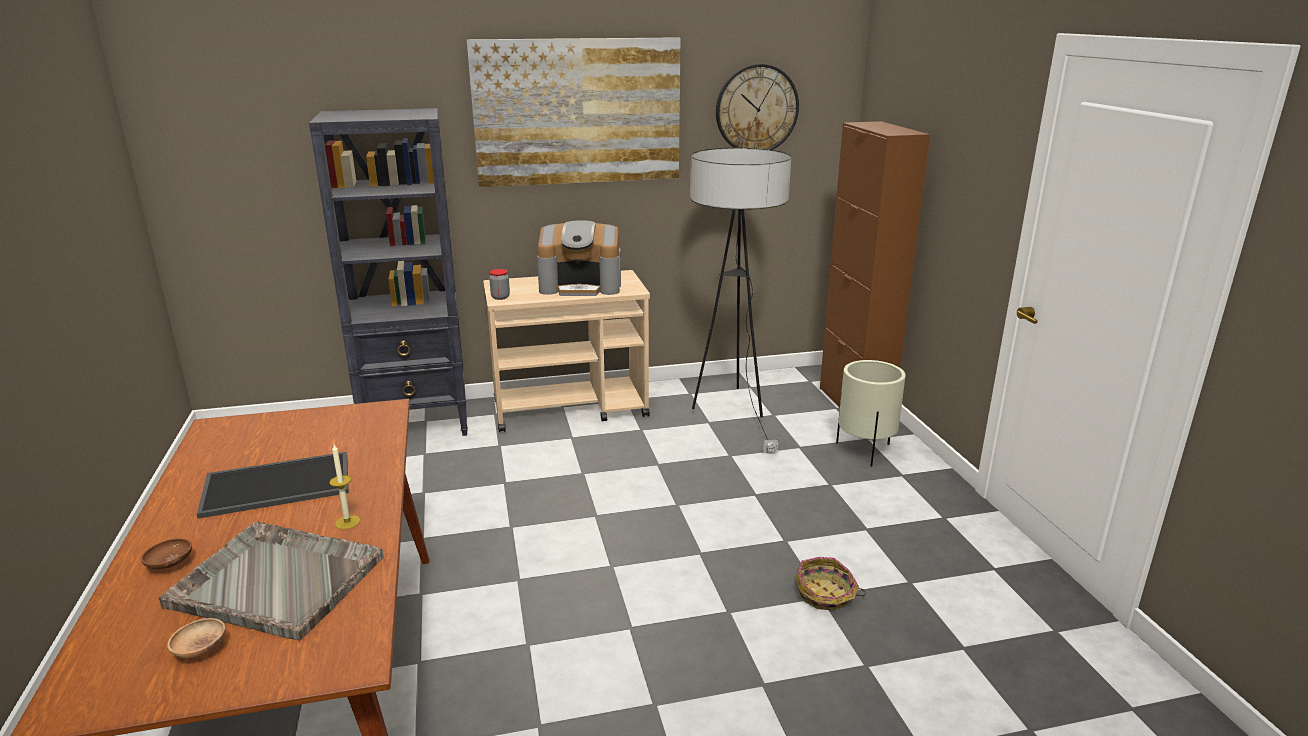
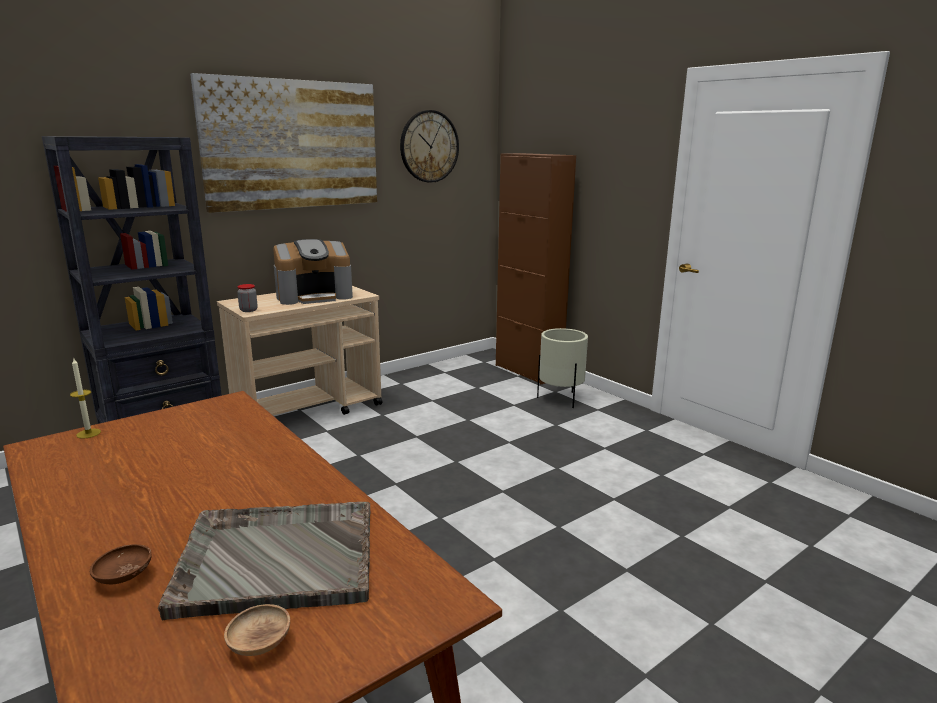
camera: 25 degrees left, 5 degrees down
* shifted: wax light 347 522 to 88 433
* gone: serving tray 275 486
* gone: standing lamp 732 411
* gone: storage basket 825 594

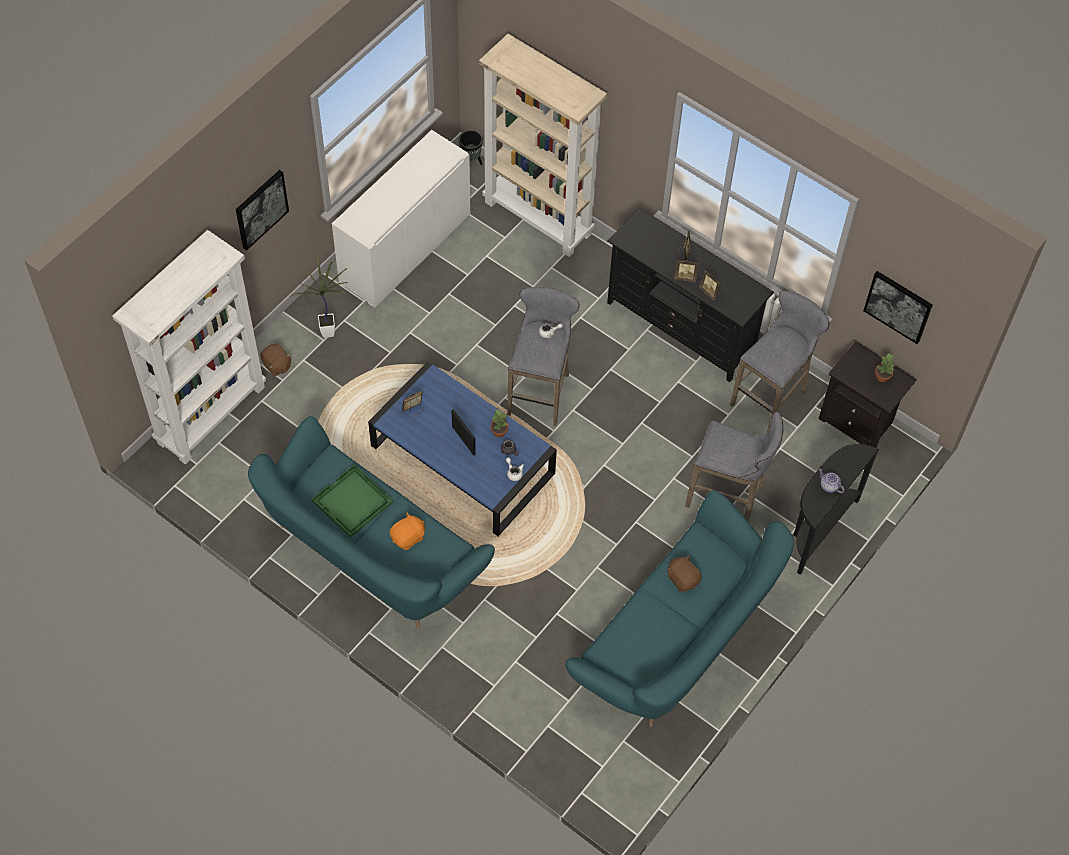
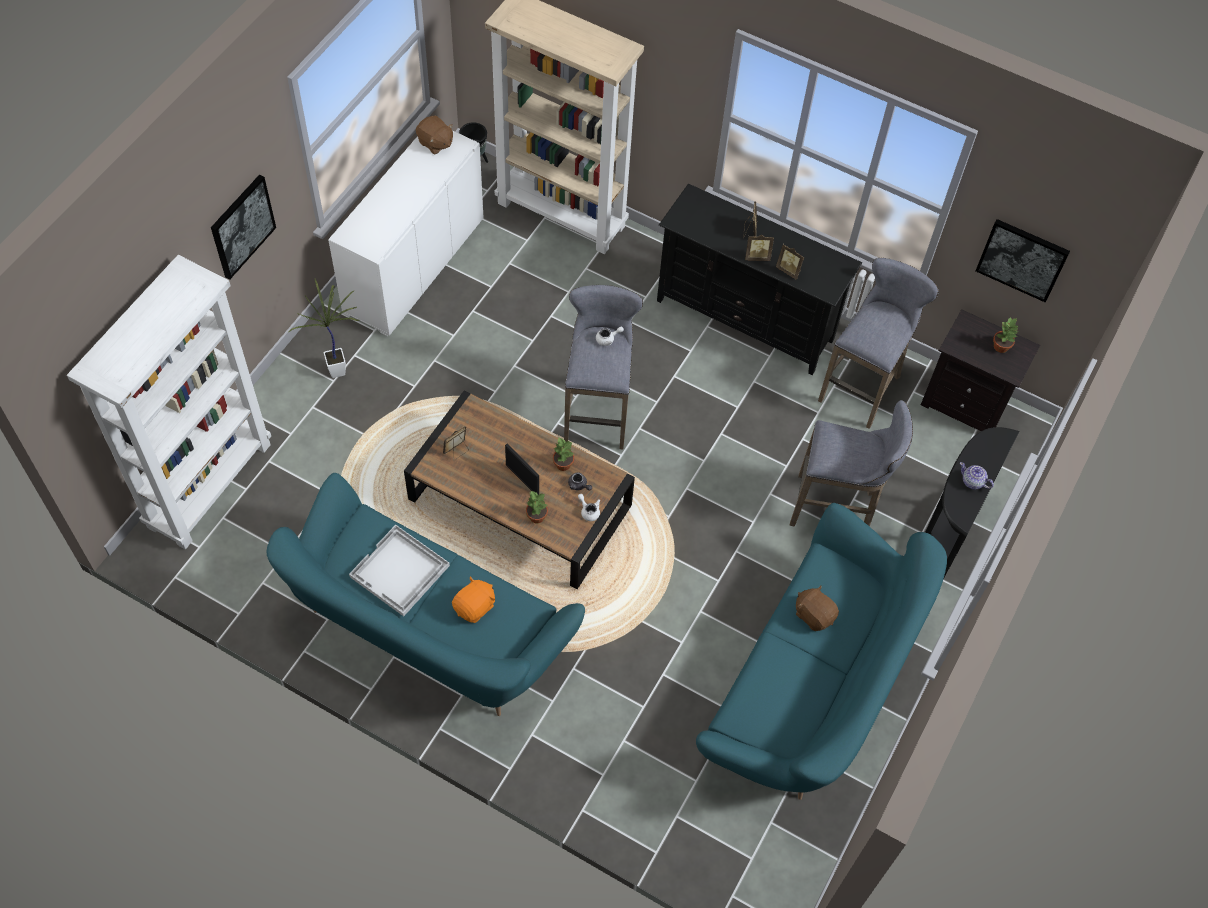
camera: 10 degrees left, 0 degrees up
* repainted: green serving tray 352 502 to white-coloured serving tray 399 572
* repainted: blue-coloured lounge table 461 460 to brown lounge table 519 502
* shifted: brown cuddly toy 276 365 to 435 143
* new: potted plant 536 516

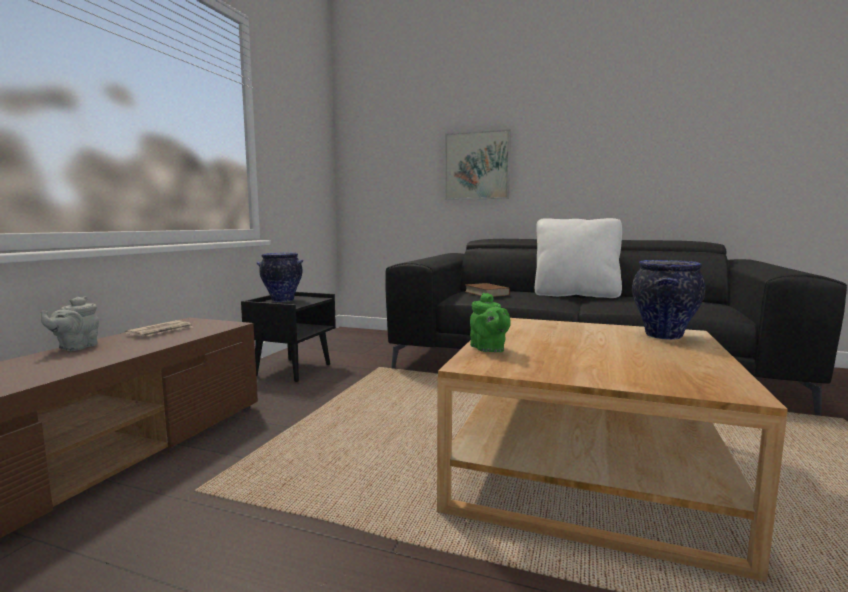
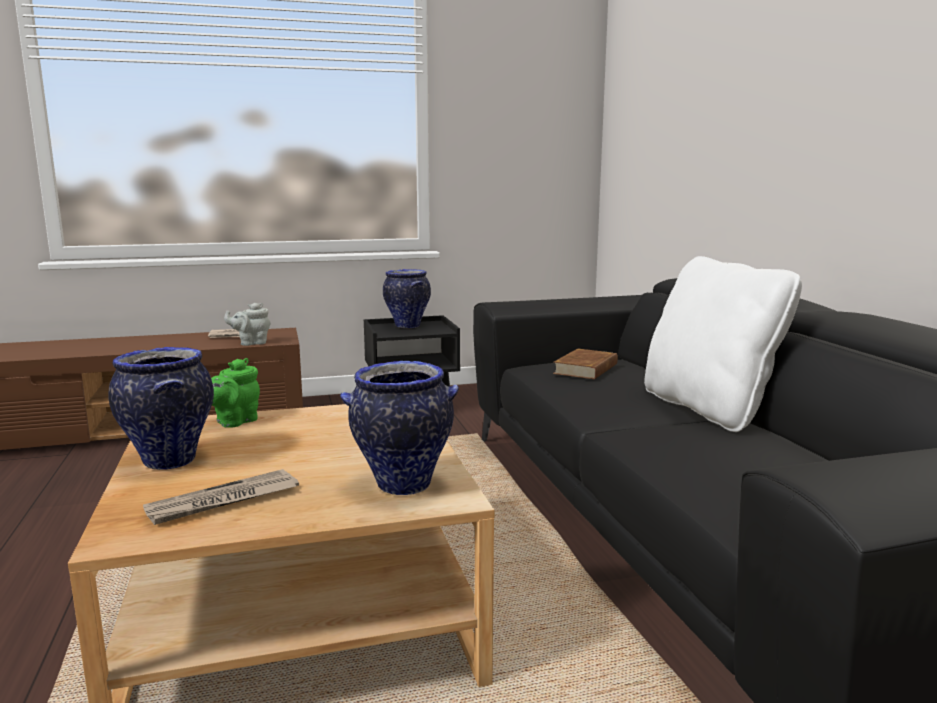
camera: 55 degrees right, 5 degrees up
* new: vase 168 461
* new: printed paper 223 501
* shifted: grey teapot 75 347 to 251 343
* gone: picture 477 166

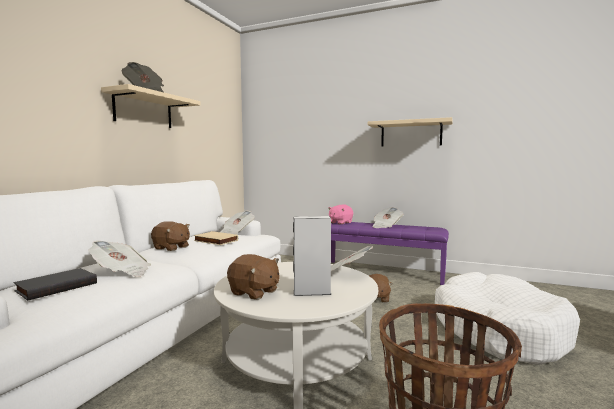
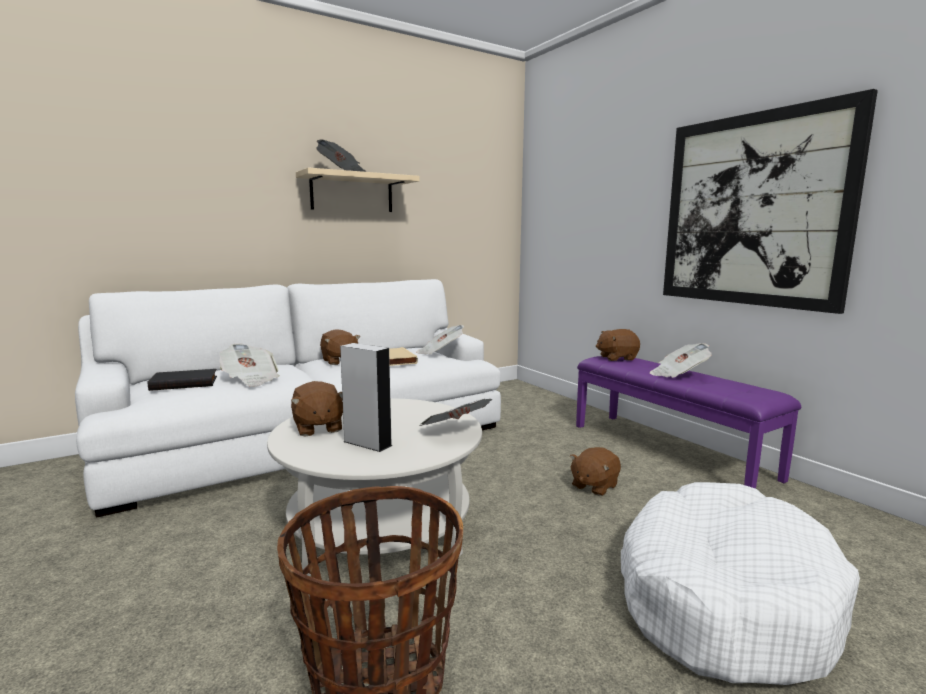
camera: 35 degrees right, 5 degrees up
* repainted: pink-coloured cuddly toy 340 222 to brown cuddly toy 617 358
* swapped: sand-coloured wall shelf 411 134 to picture 753 210

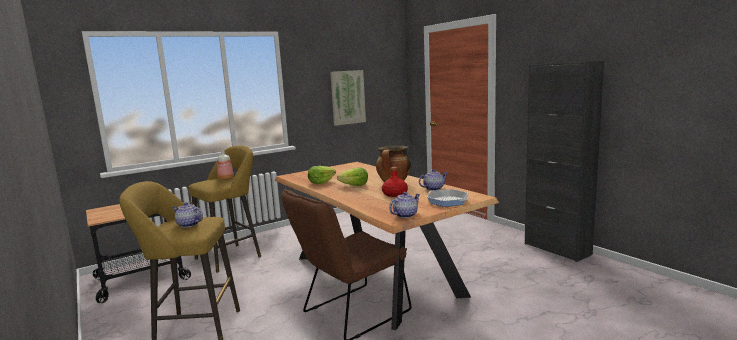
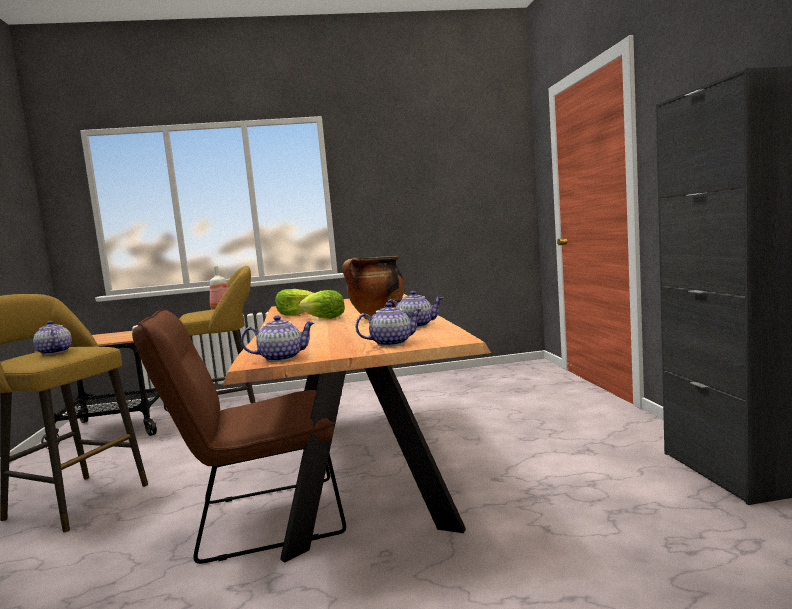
camera: 25 degrees right, 5 degrees down
* swapped: frying pan 447 201 to teapot 391 343
* gone: picture 347 97
* gone: red-coloured bottle 394 194

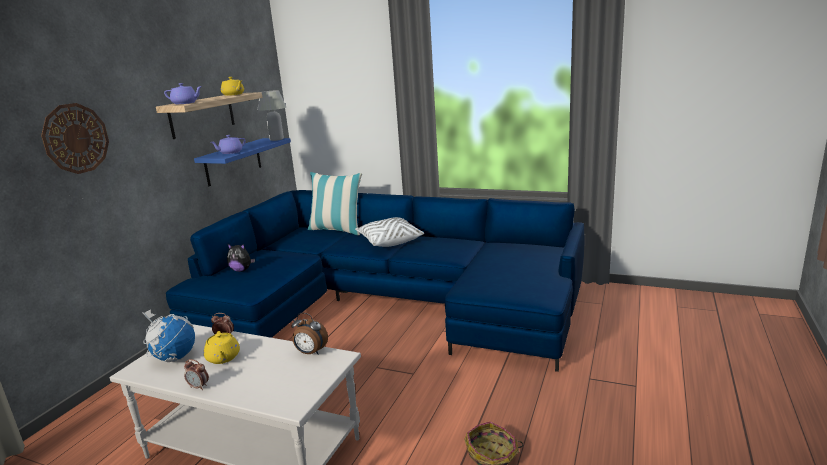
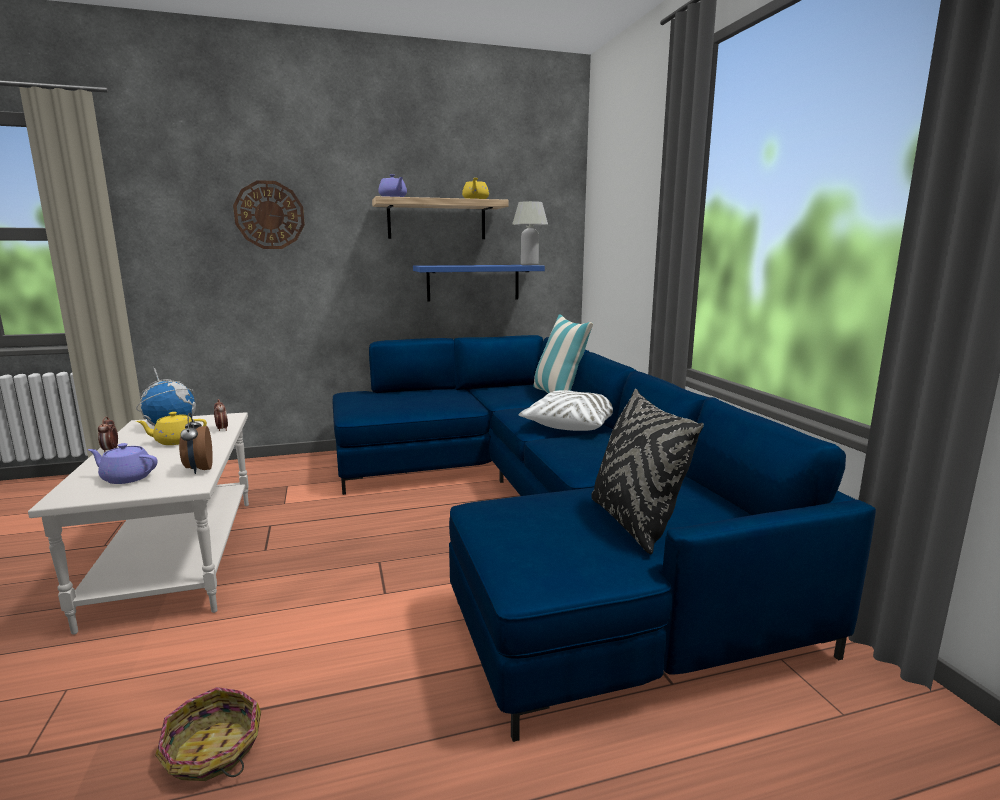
camera: 50 degrees right, 5 degrees down
* shifted: purple teapot 230 152 to 126 478
* rotated: yellow teapot 223 358 = 175 441 45 degrees clockwise
* new: blackish pillow 633 523
* gone: cuddly toy 241 270

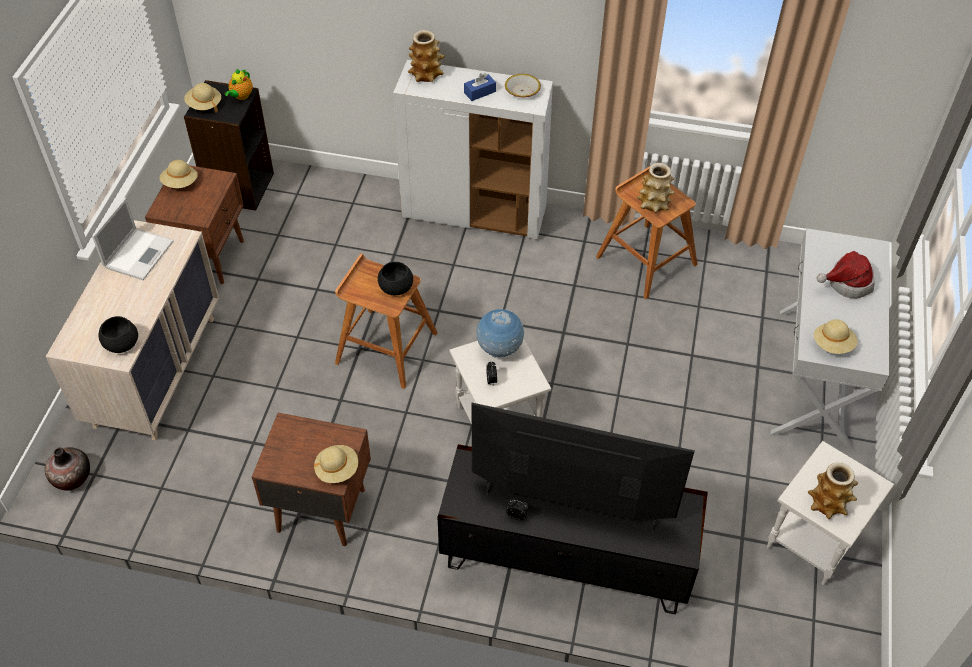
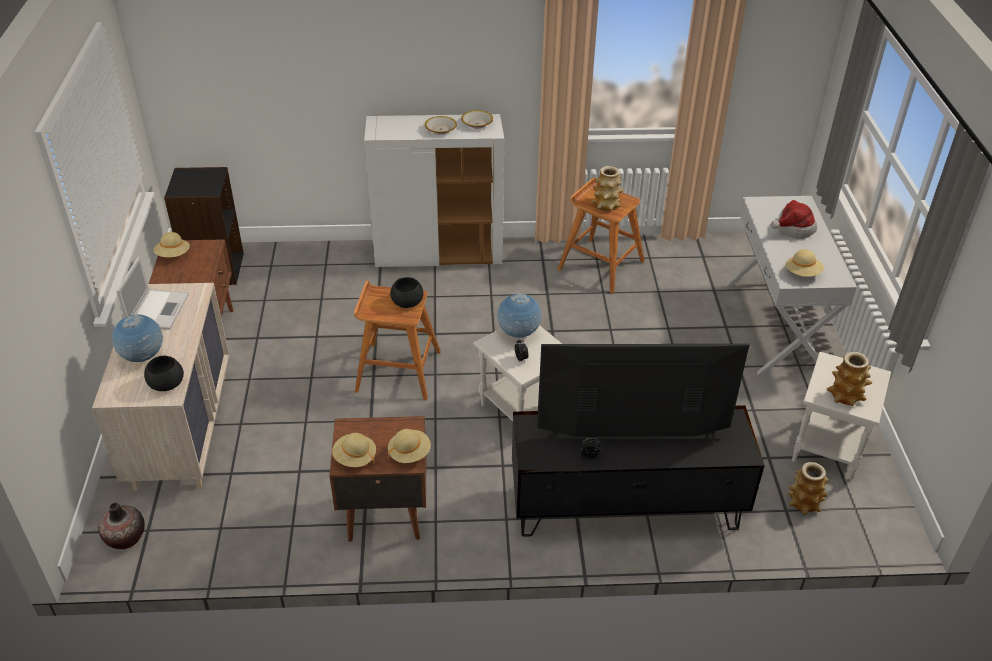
camera: 15 degrees left, 10 degrees down
* new: desk globe 143 358
* shifted: sand-coloured wearable hat 204 105 to 355 457
* swapped: blue-coloured tissue holder 479 92 to bowl 440 129
* shifted: vase 426 74 to 804 502
* gone: teapot 241 96

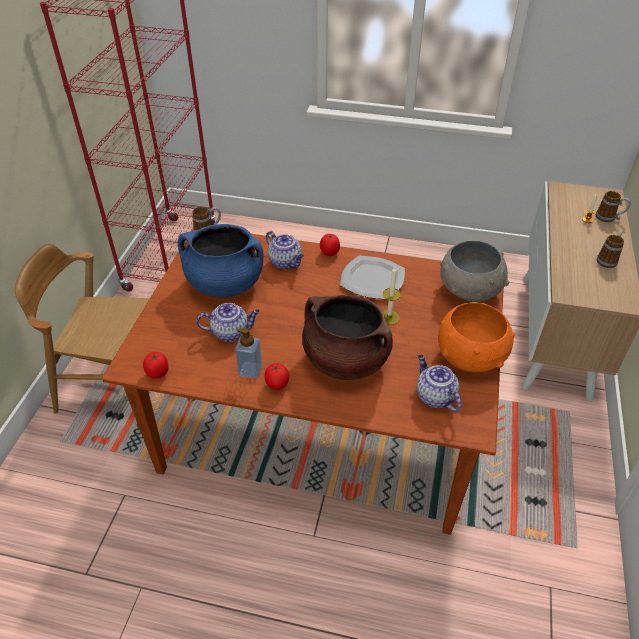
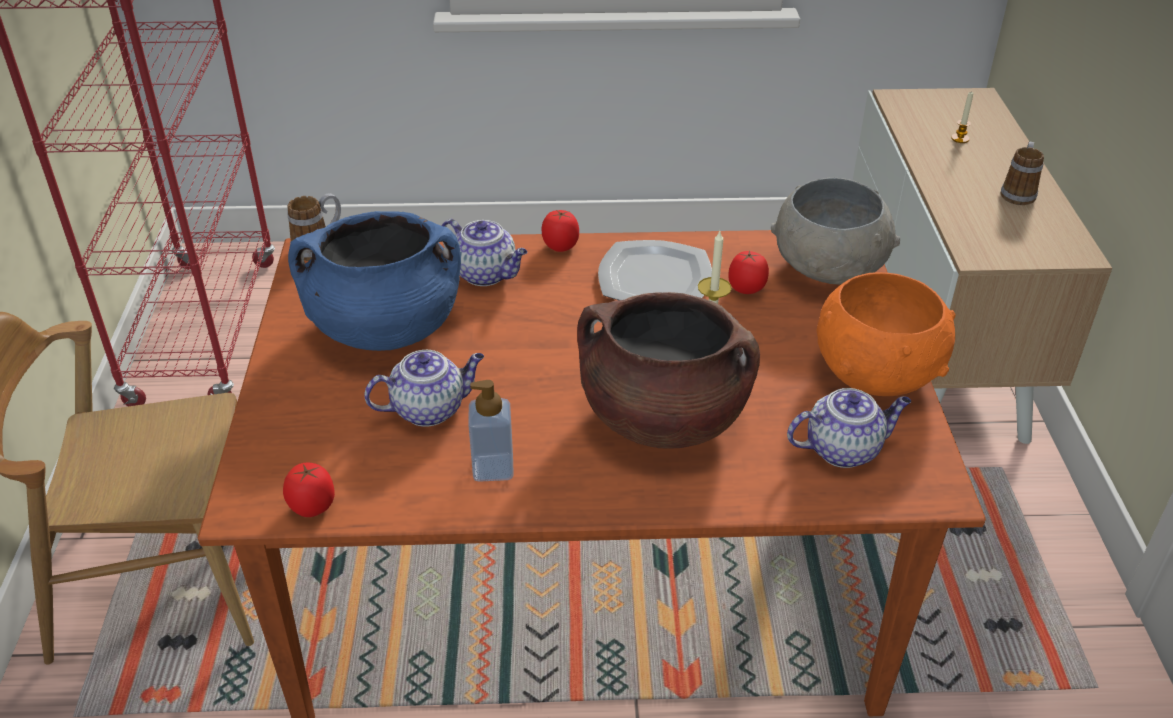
camera: 15 degrees left, 5 degrees down
* shifted: tomato 277 385 to 746 289
* rotated: teapot 434 396 = 844 449 120 degrees clockwise
* gone: mug 609 218

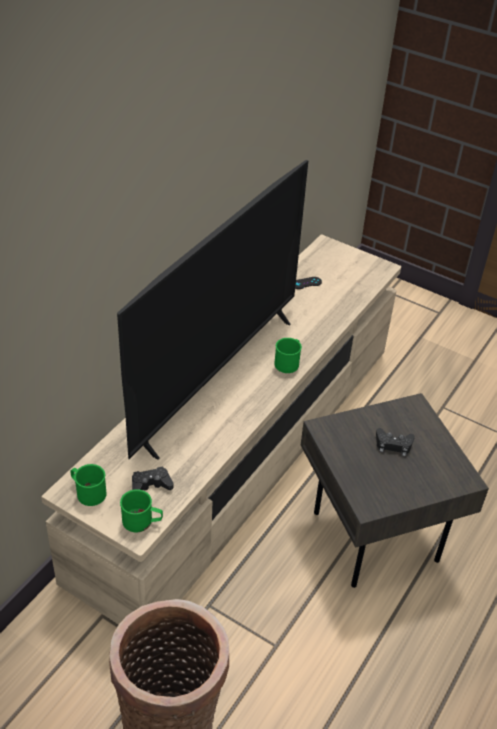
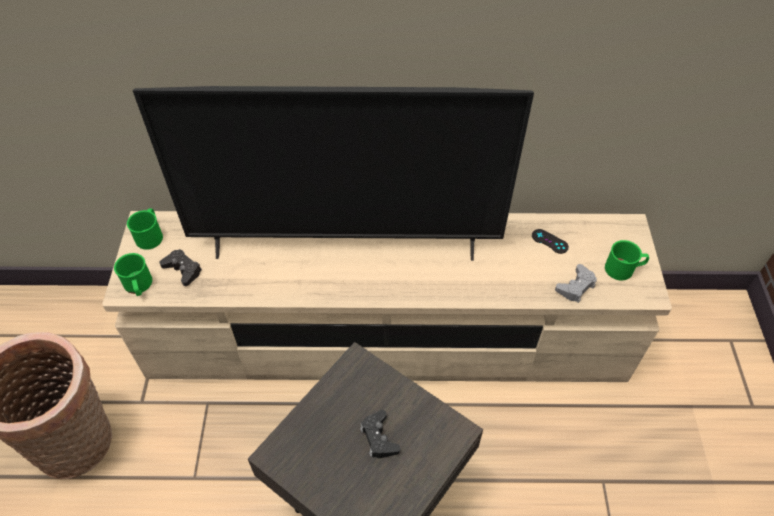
camera: 60 degrees right, 10 degrees up
* new: grey game controller 576 287
* shifted: green mug 288 362 to 623 269

